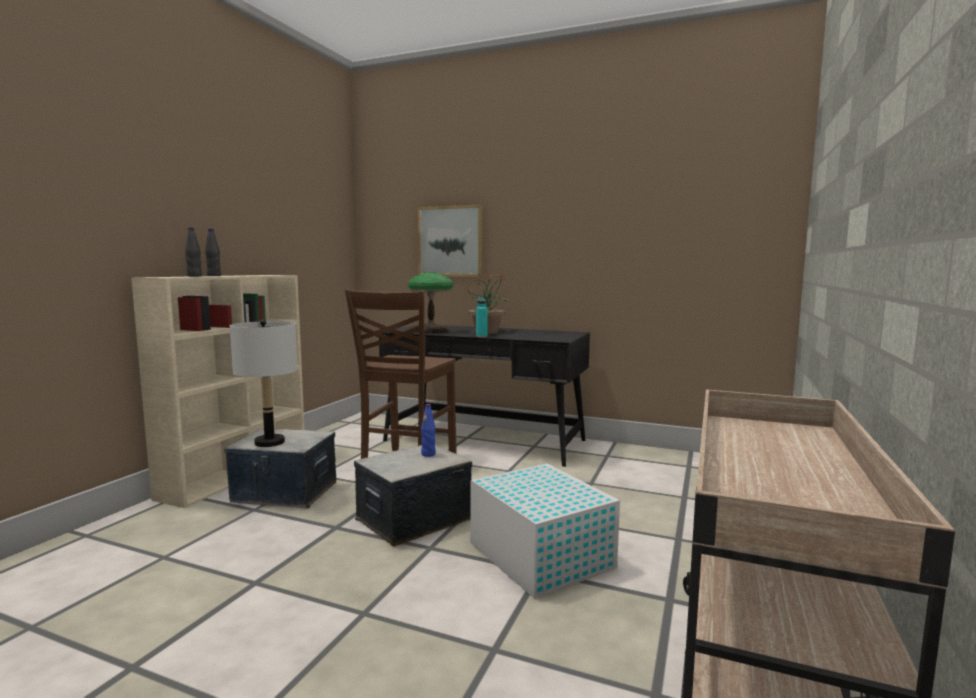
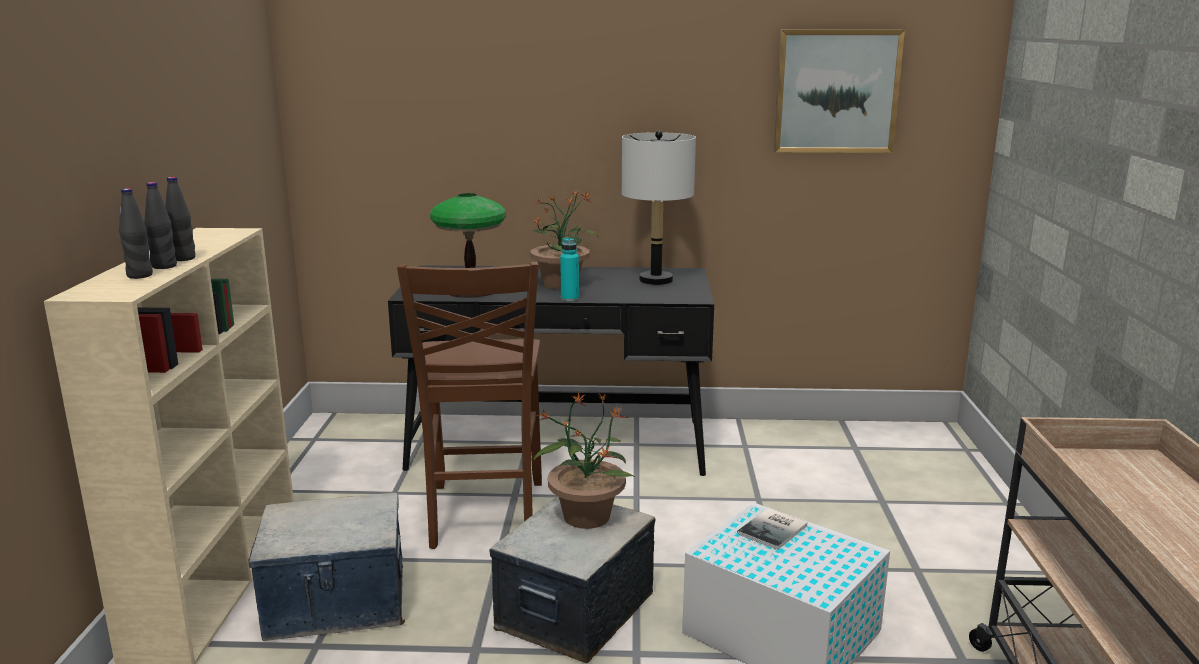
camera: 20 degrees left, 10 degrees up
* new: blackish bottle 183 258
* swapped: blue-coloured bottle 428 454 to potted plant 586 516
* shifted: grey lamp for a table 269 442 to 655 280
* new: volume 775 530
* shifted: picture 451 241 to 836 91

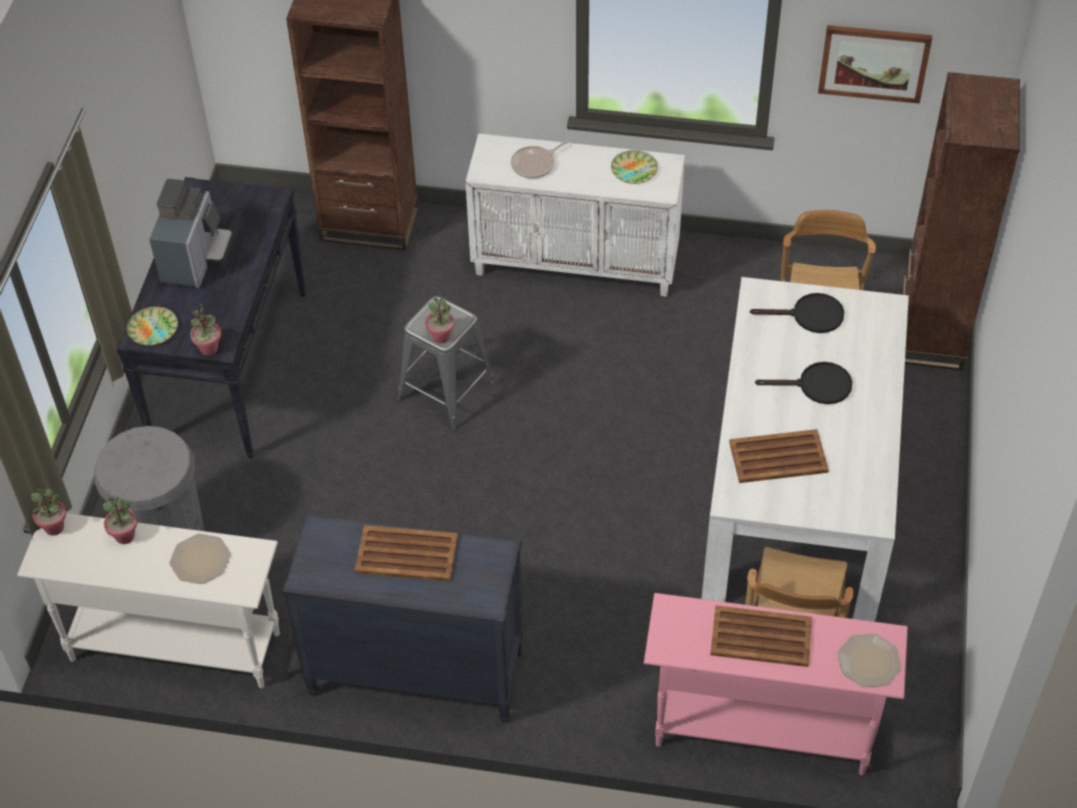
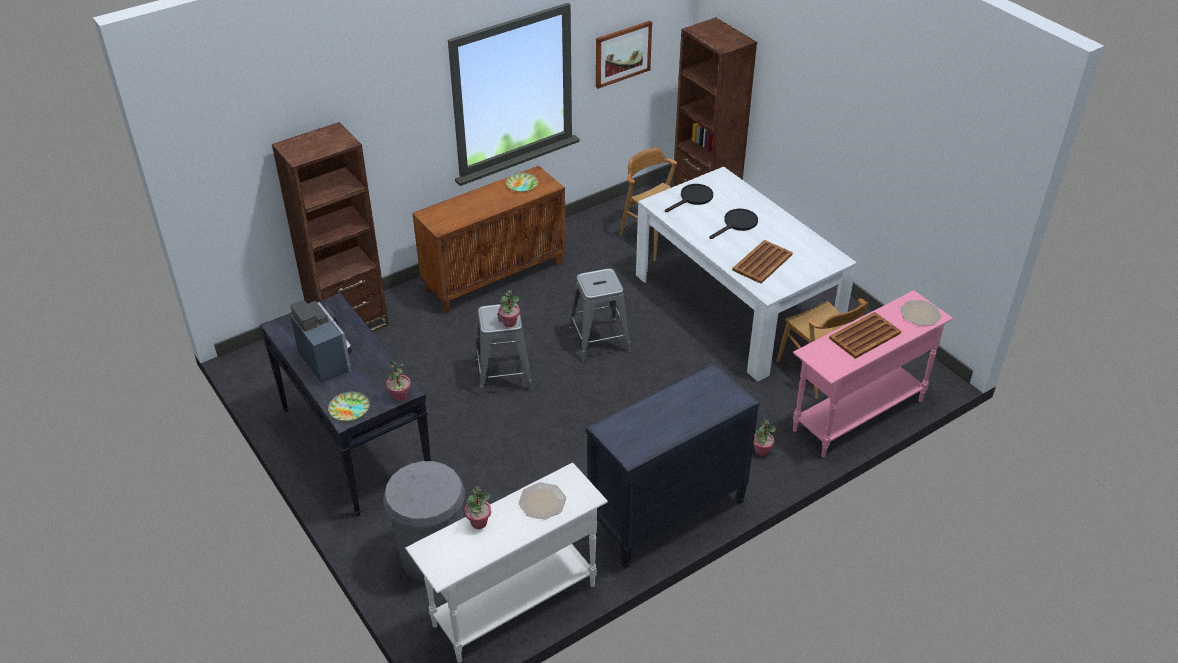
camera: 45 degrees left, 10 degrees down
* repainted: white-coloured cabinet 577 263 to brown cabinet 495 276
* new: grey sitting stool 599 341
* shifted: potted plant 54 527 to 761 451
* gone: brown serving tray 407 554
* gone: frying pan 535 164

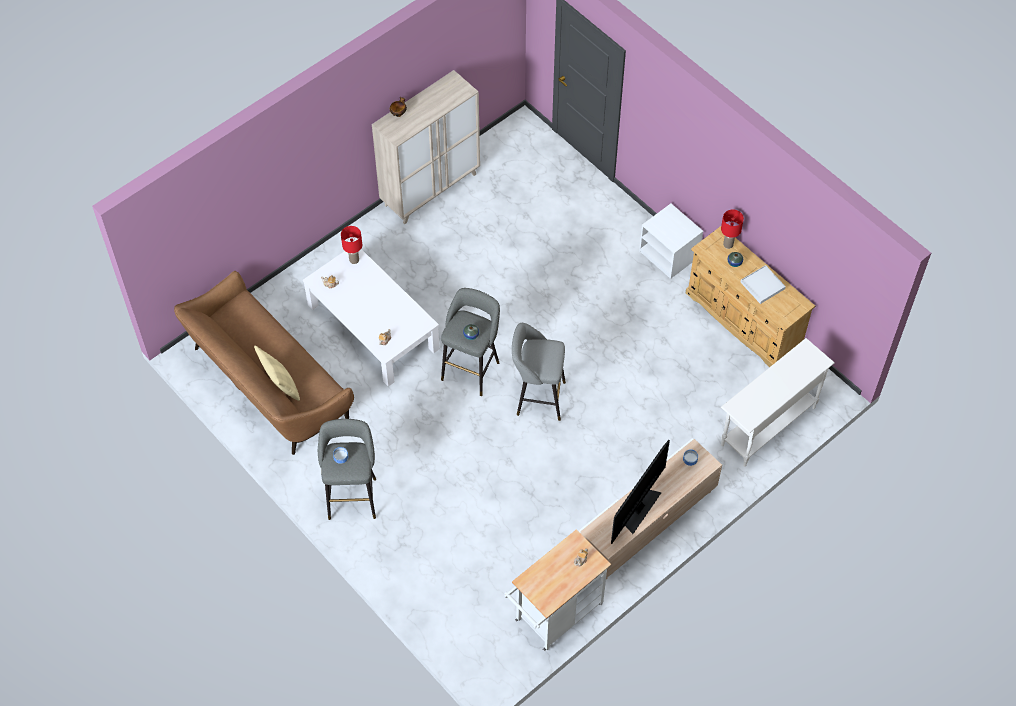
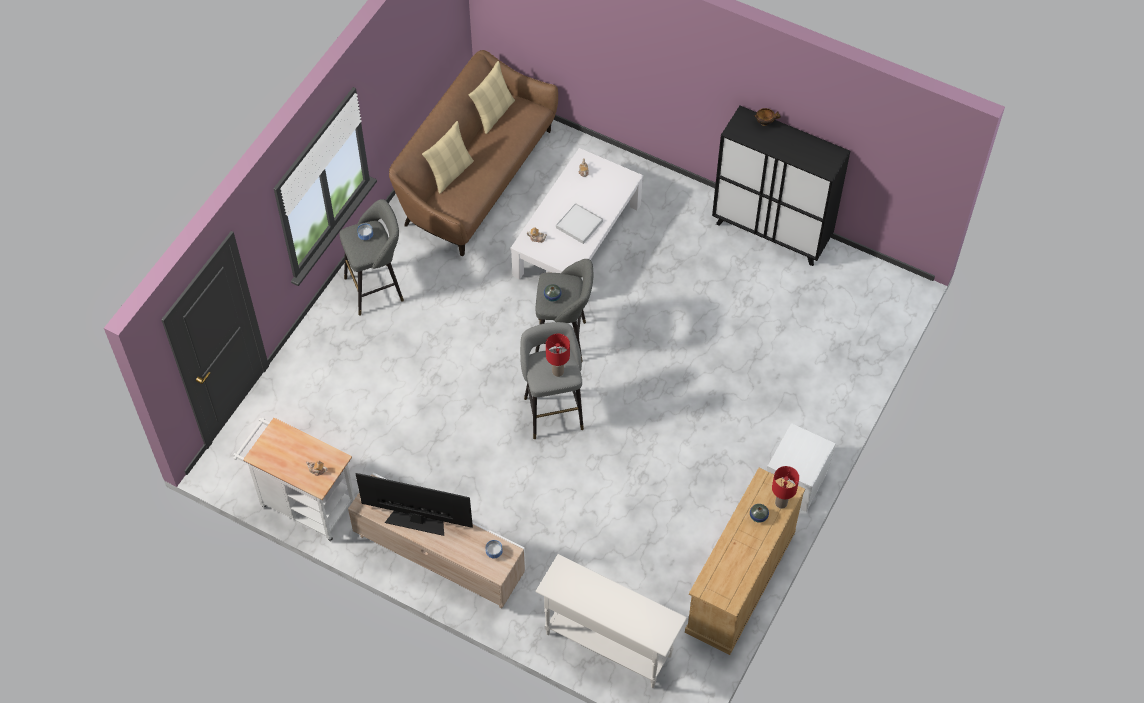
camera: 70 degrees right, 0 degrees up
* new: sand-coloured pillow 493 113
* shifted: red-coloured lamp for a table 354 259 to 558 371
* shifted: white-coloured serving tray 762 285 to 579 224
* repainted: sand-coloured cabinet 430 189 to blackish cabinet 772 232

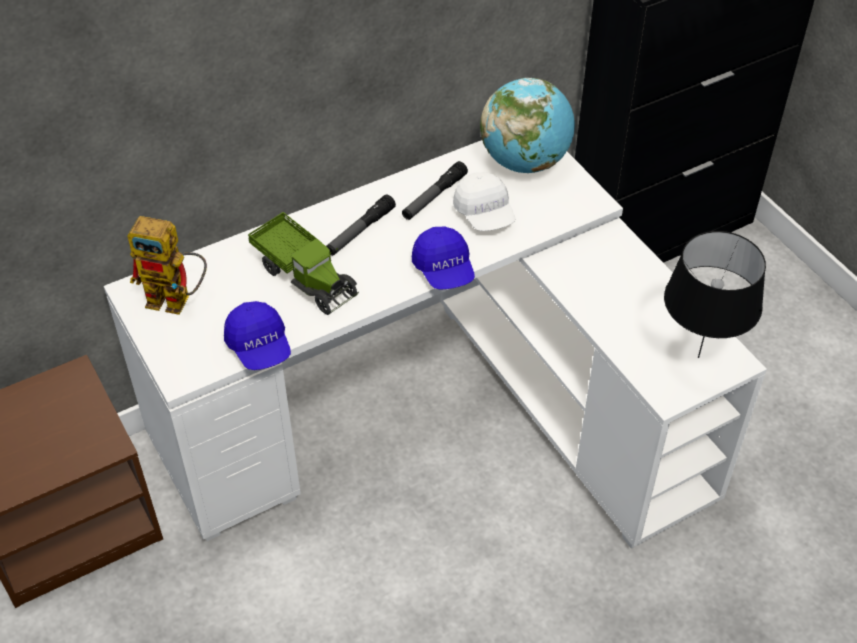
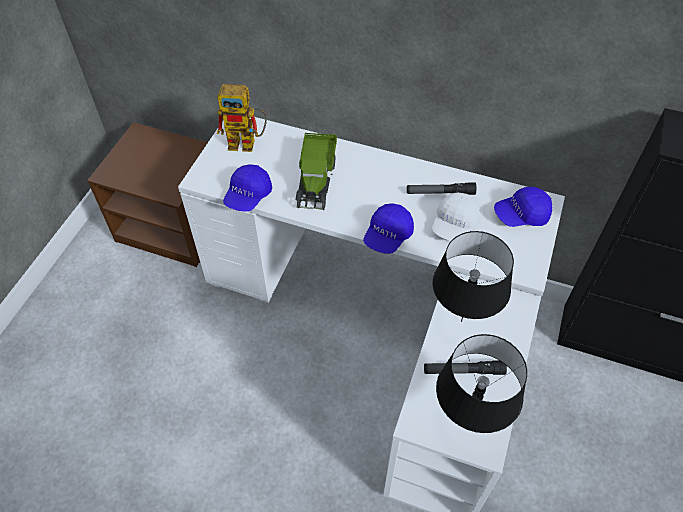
camera: 50 degrees right, 5 degrees up
* rotated: robot figure 178 300 = 248 143 60 degrees counterclockwise
* shifted: torch 360 231 to 463 371
* new: blackish lamp for a table 462 321
* swapped: desk globe 525 162 to blue-coloured baseball cap 521 215

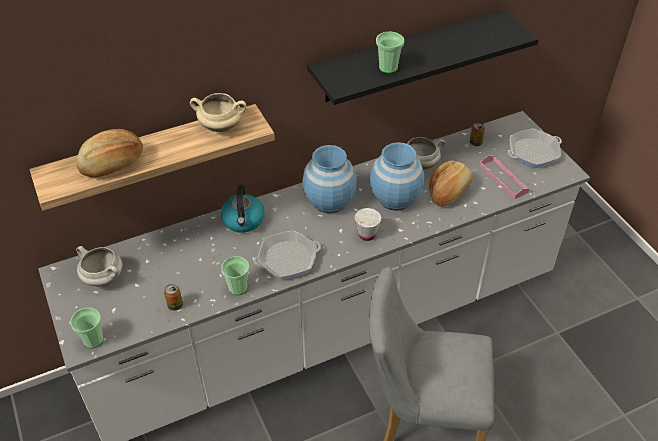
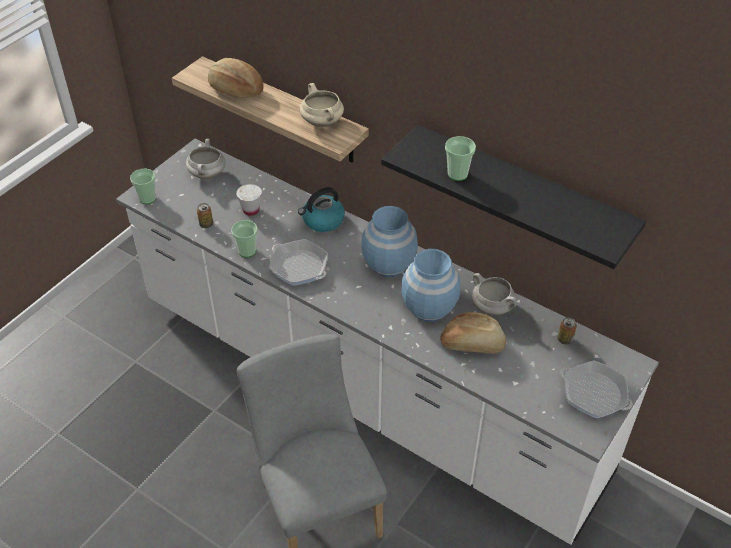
camera: 60 degrees right, 0 degrees up
* shifted: white-coloured drinking cup 366 235 to 251 210
* gone: pink-coloured serving tray 503 179

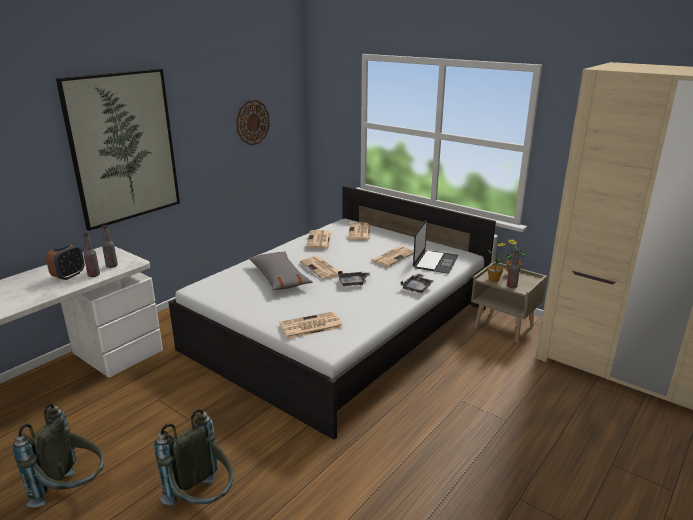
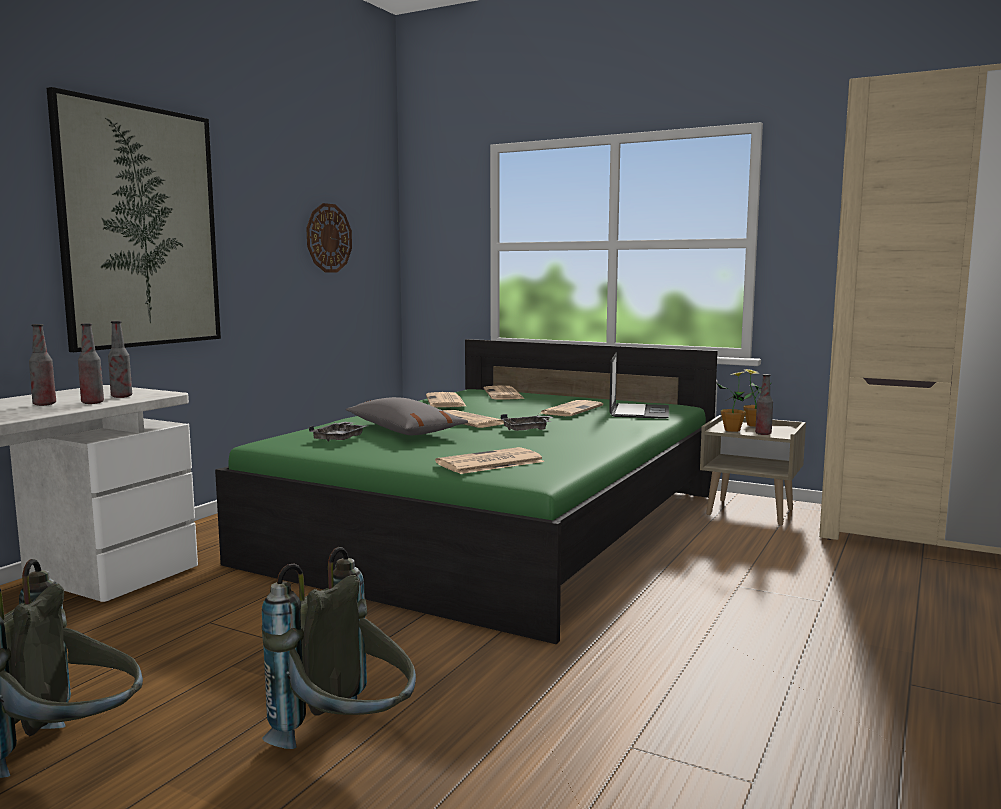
camera: 10 degrees left, 15 degrees down
* swapped: table clock 69 275 to bottle 44 404
* repainted: white-coloured bed 340 328 to green bed 497 526
* shifted: grey serving tray 417 287 to 340 438

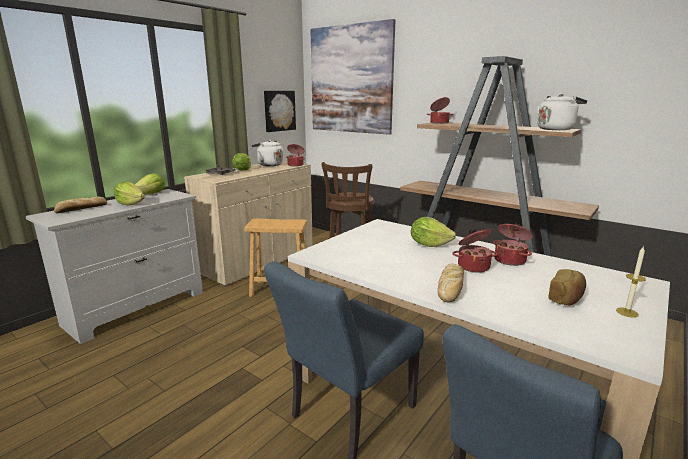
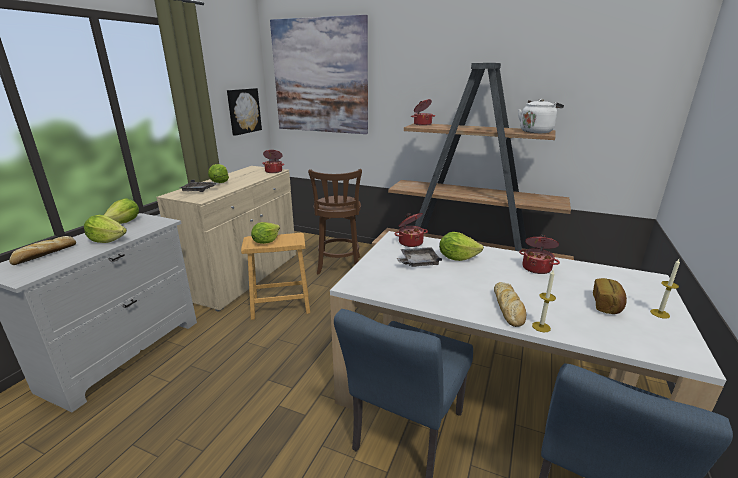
camera: 15 degrees left, 5 degrees up
* new: head of lettuce 266 241
* shifted: stockpot 473 266 to 410 242
* new: grey serving tray 418 262
* new: wax light 541 327
* gone: white-coloured tea kettle 269 165

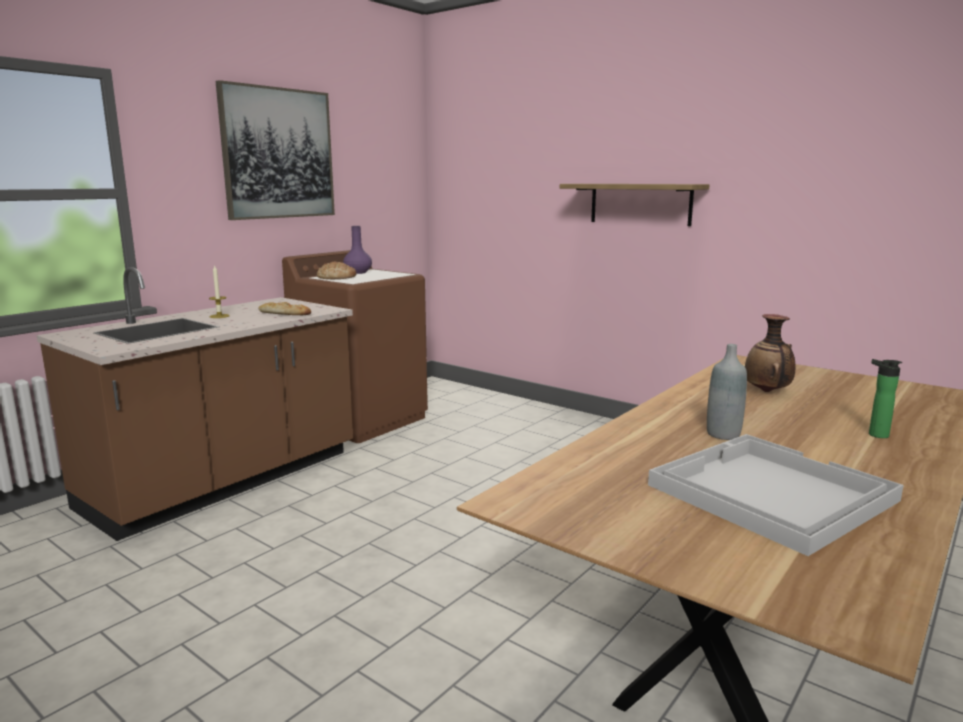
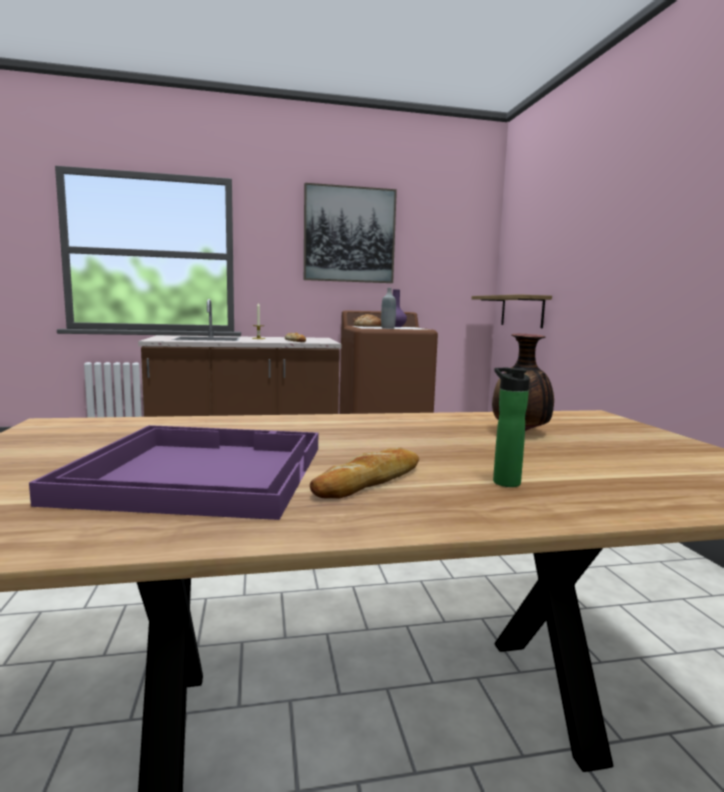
camera: 40 degrees right, 5 degrees down
* repainted: white-coloured serving tray 768 492 to purple serving tray 199 471
* new: bread 370 481
* shifted: grey bottle 723 434 to 388 328
* shifted: wall shelf 640 204 to 522 311

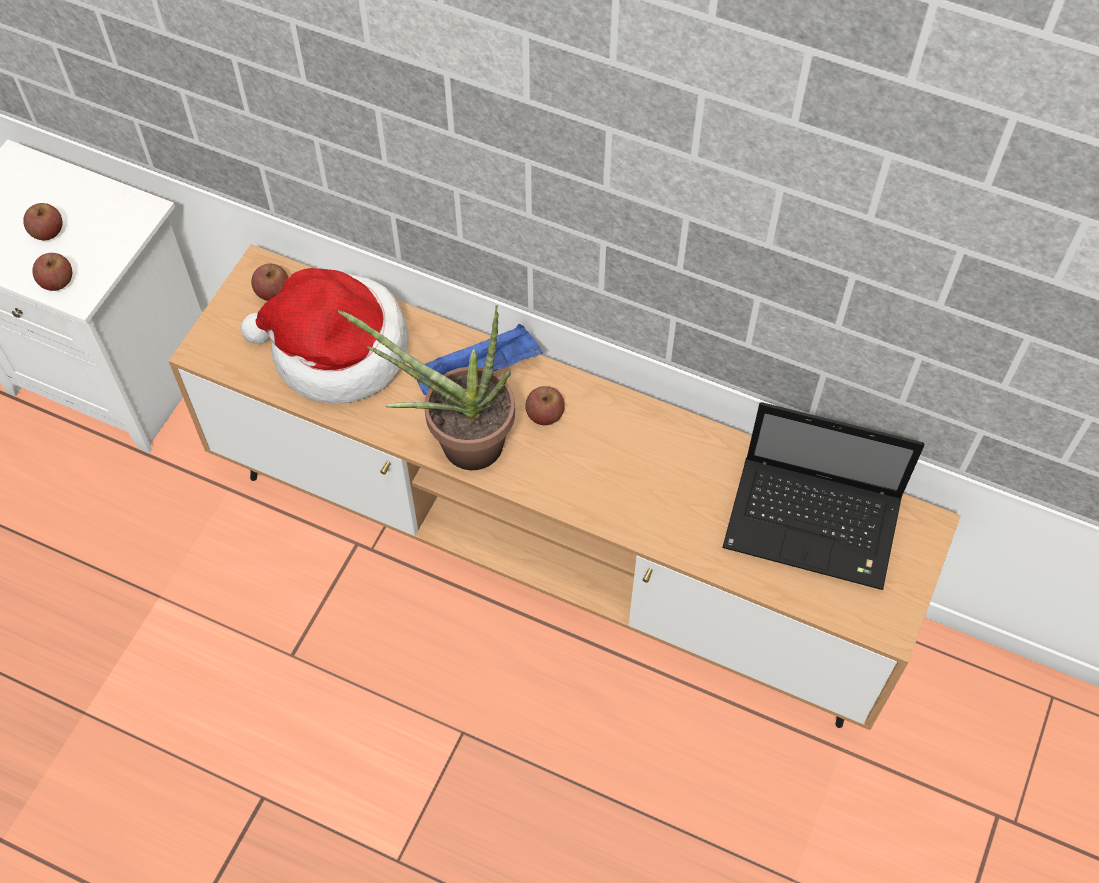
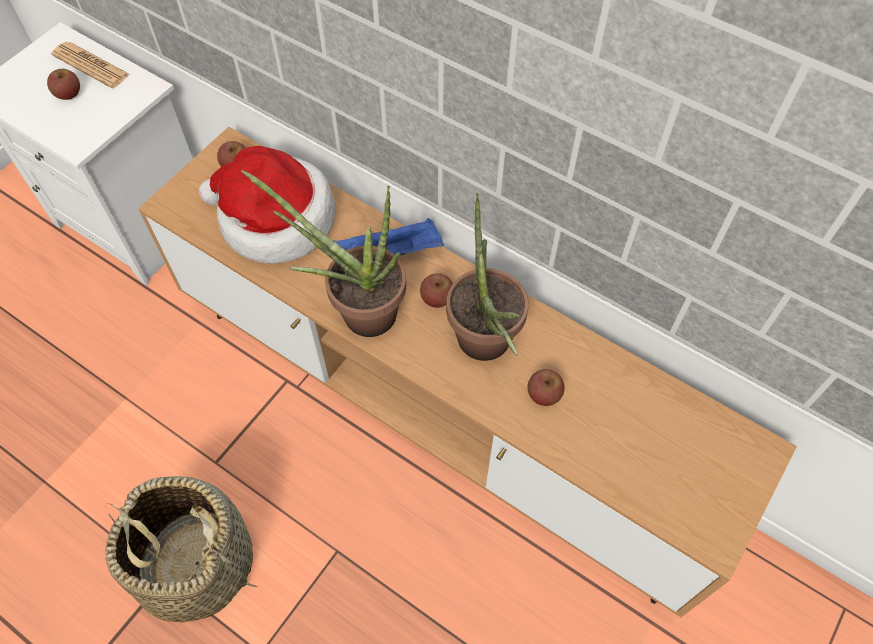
camera: 10 degrees right, 0 degrees up
* new: printed paper 91 65
* new: storage basket 196 564
* new: potted plant 485 349
* shifted: apple 57 281 to 544 394
* gone: notebook computer 816 524

